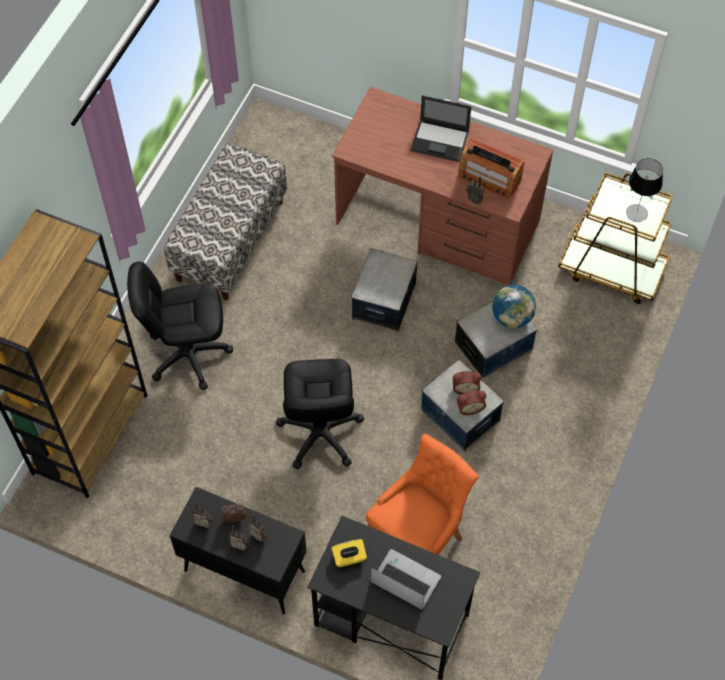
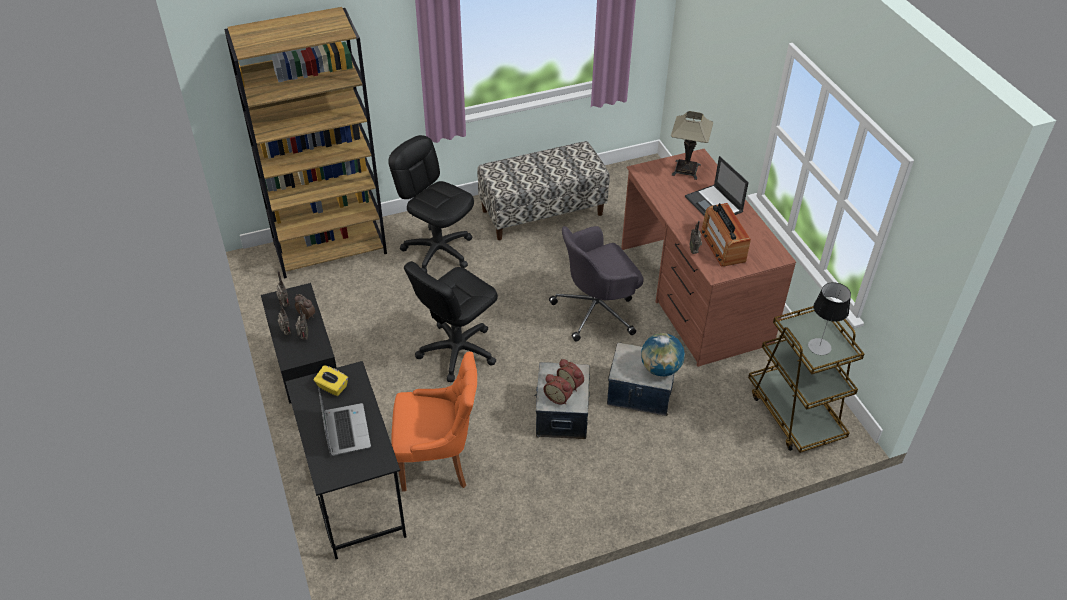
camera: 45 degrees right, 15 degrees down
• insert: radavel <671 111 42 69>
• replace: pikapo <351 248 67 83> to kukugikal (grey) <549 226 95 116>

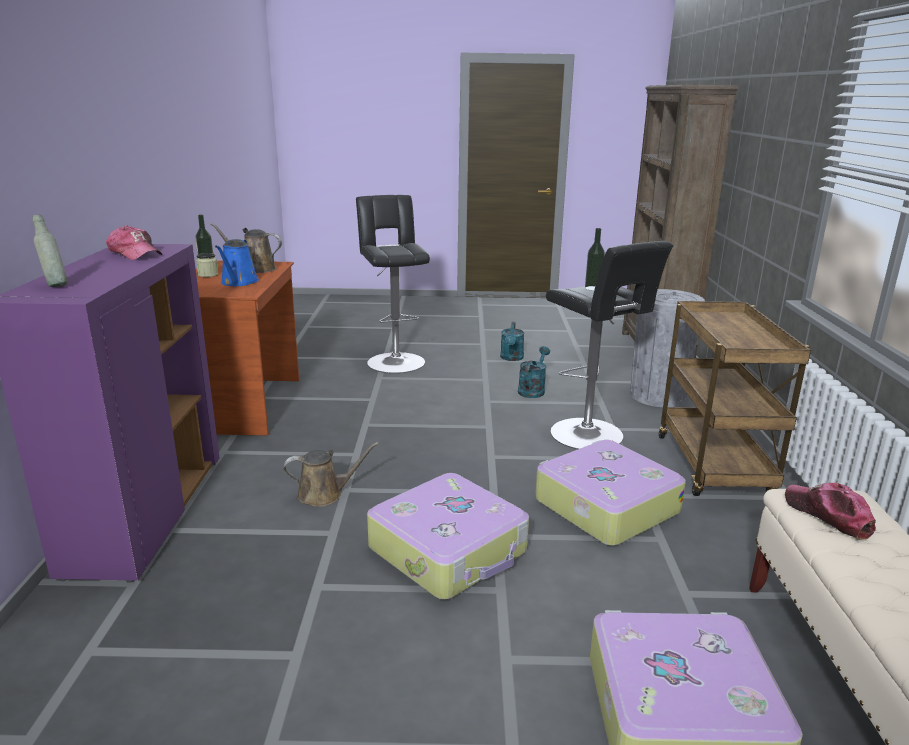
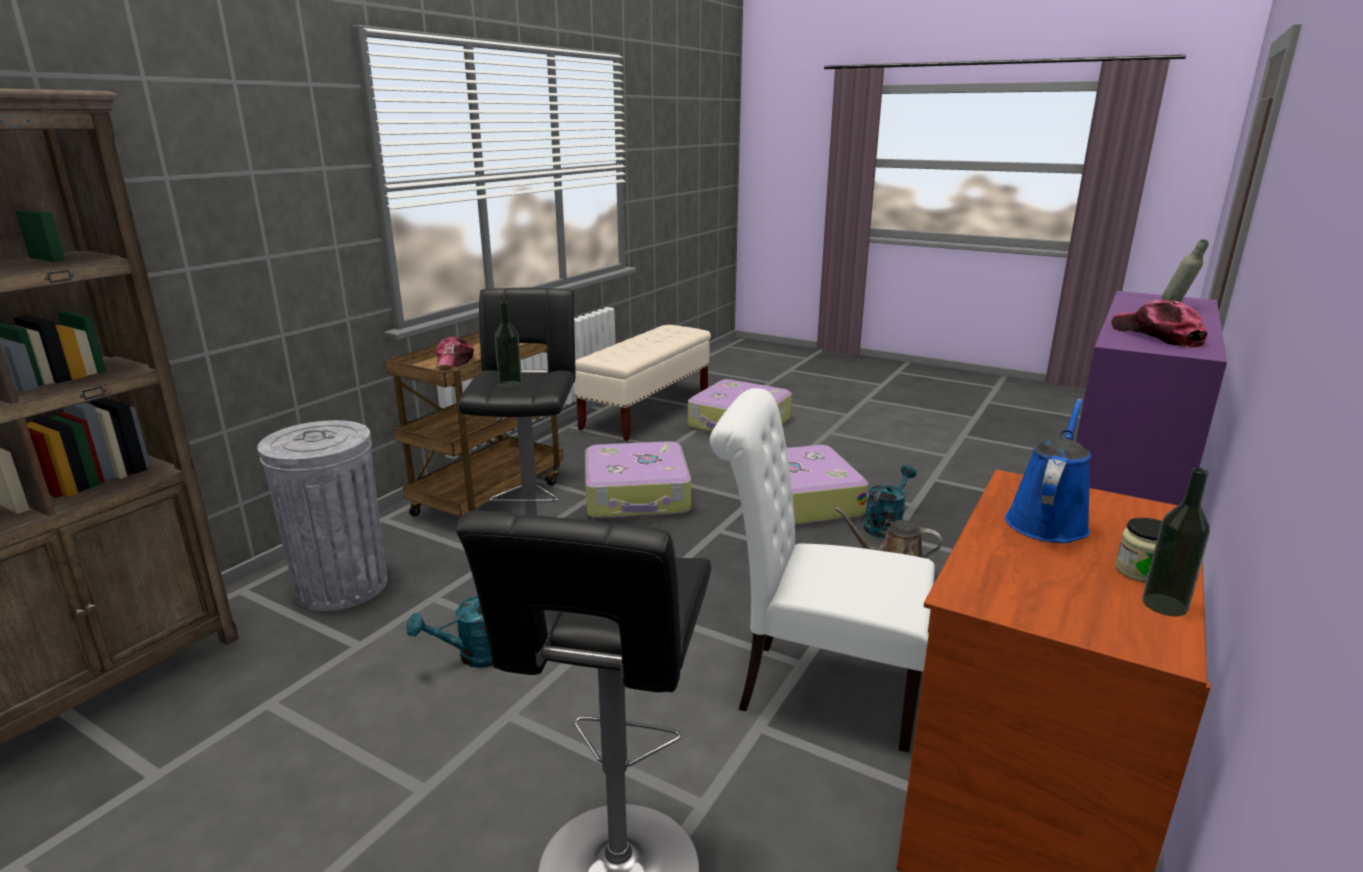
camera: 150 degrees left, 0 degrees up
• delete: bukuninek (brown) <210 223 72 50>
• insert: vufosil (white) <710 388 225 365>
• move: bukuninek (turquoise) <500 322 24 39> to <864 465 53 73>
• move: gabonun <785 483 91 56> to <436 336 38 32>

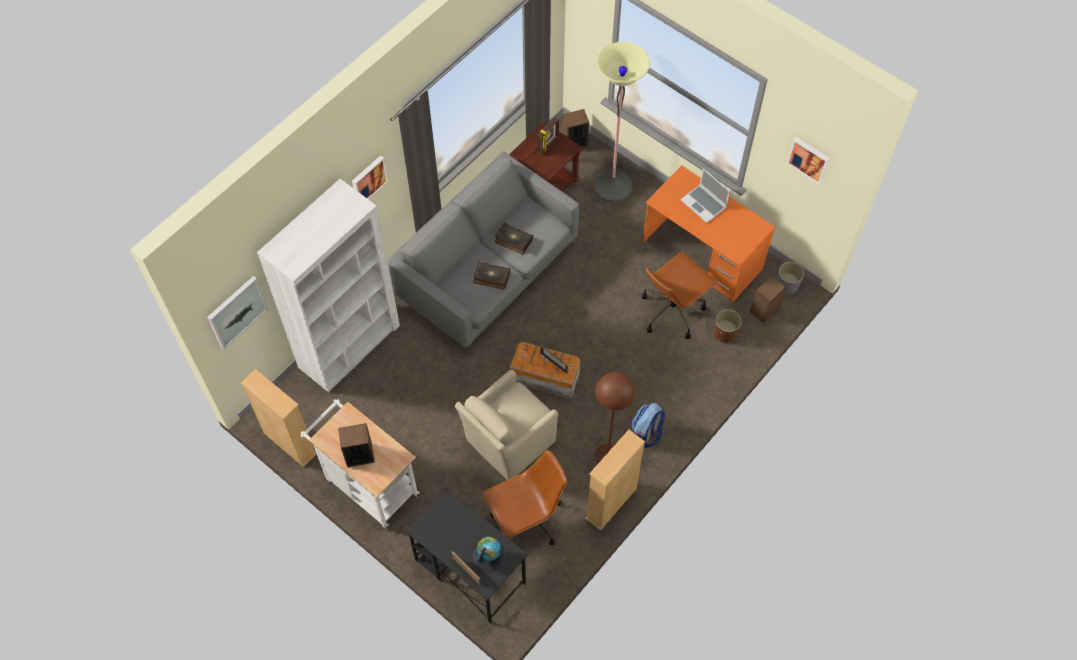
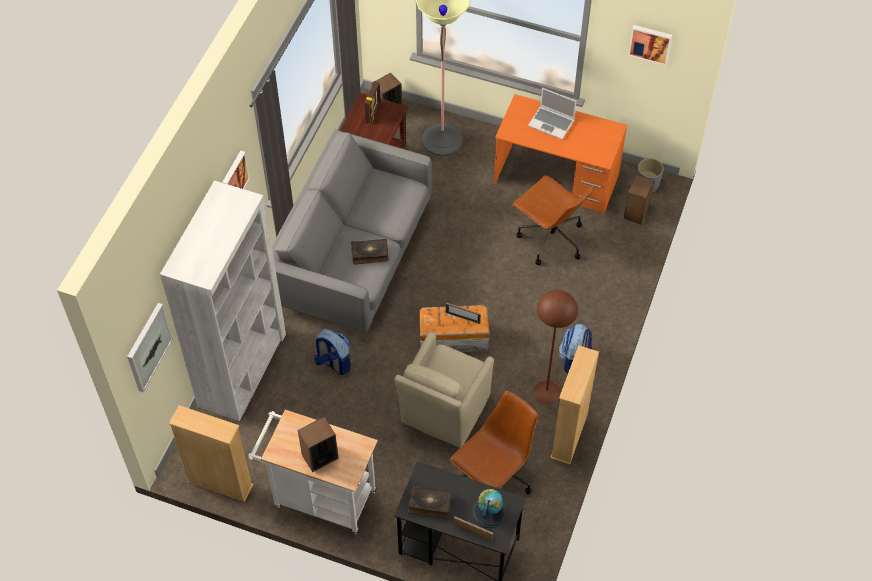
camera: 20 degrees left, 5 degrees down
• delete: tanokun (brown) <714 309 27 34>
• insert: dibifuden <314 329 37 46>
• move: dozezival <495 222 38 33> to <408 486 44 32>
• rotate: kukugikal (brown) <642 251 76 88> = <512 175 83 90> 75 degrees counterclockwise

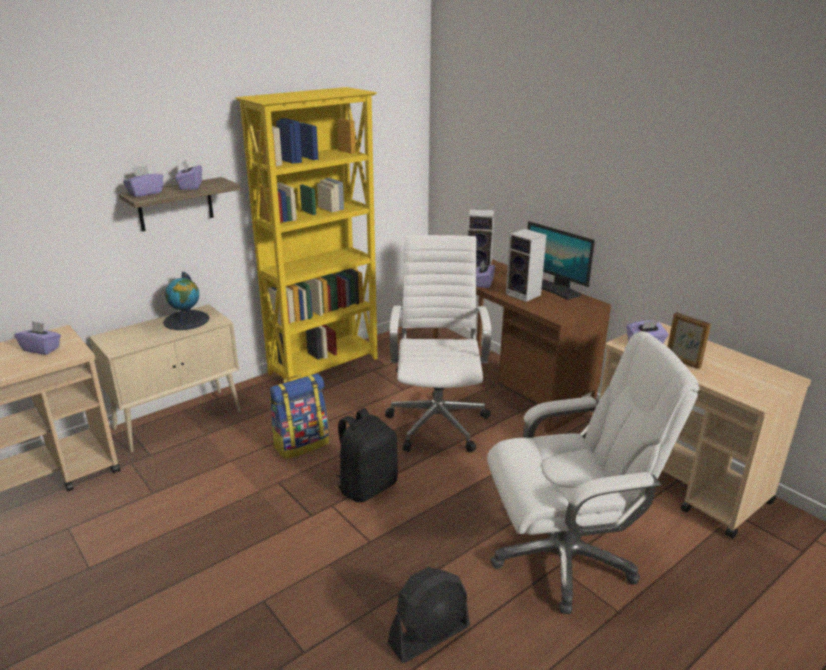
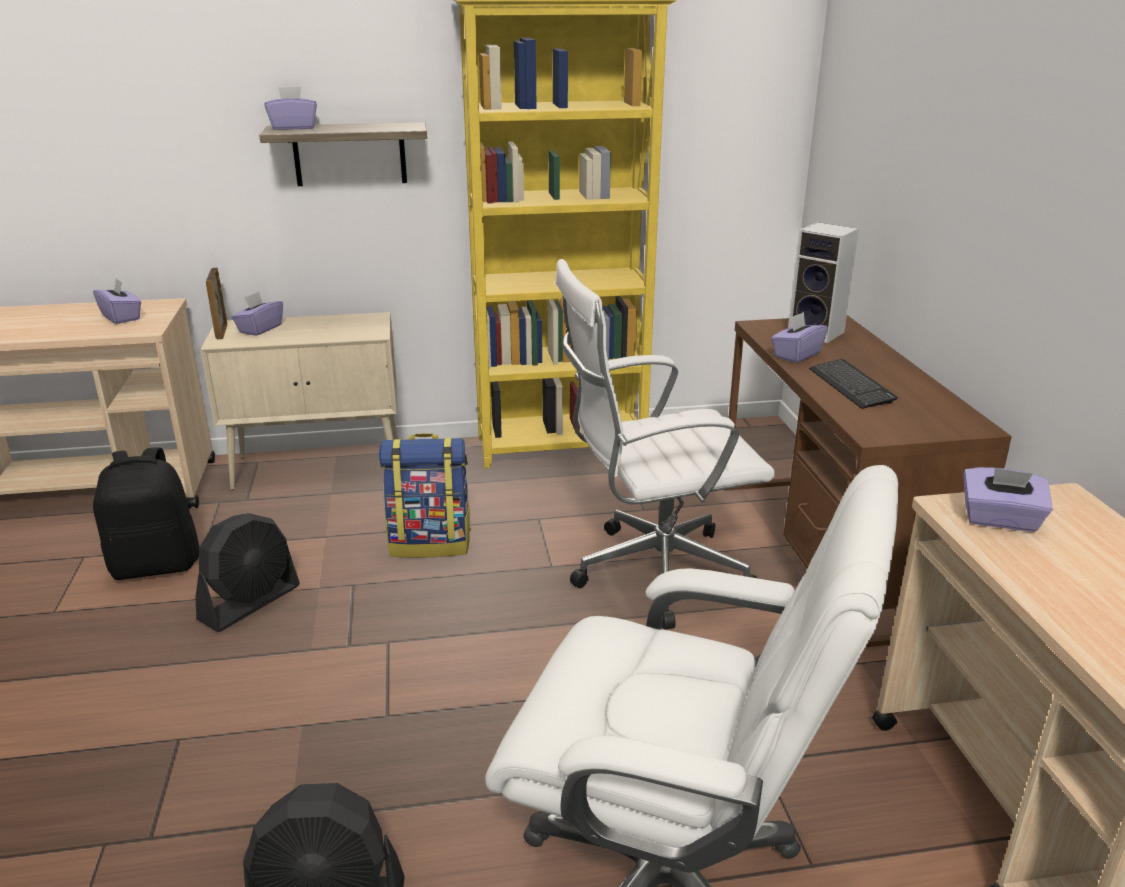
camera: 30 degrees right, 0 degrees up
• delete: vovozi <163 272 46 58>
• delete: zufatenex <527 221 68 79>
• insert: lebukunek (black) <196 513 104 119>
• move: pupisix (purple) <175 159 27 31> to <232 292 51 44>
• move: dibifuden (black) <336 408 62 94> to <93 447 107 133>
• move: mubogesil <667 312 44 57> to <206 268 22 71>
• replace: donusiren <506 229 40 73> to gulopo <809 359 89 50>
• rotate: kukugikal (white) <385 235 106 217> = <555 259 220 370> 135 degrees counterclockwise

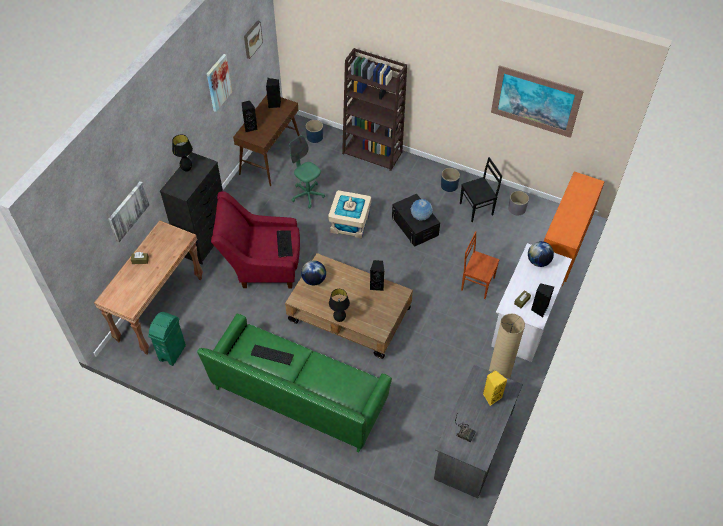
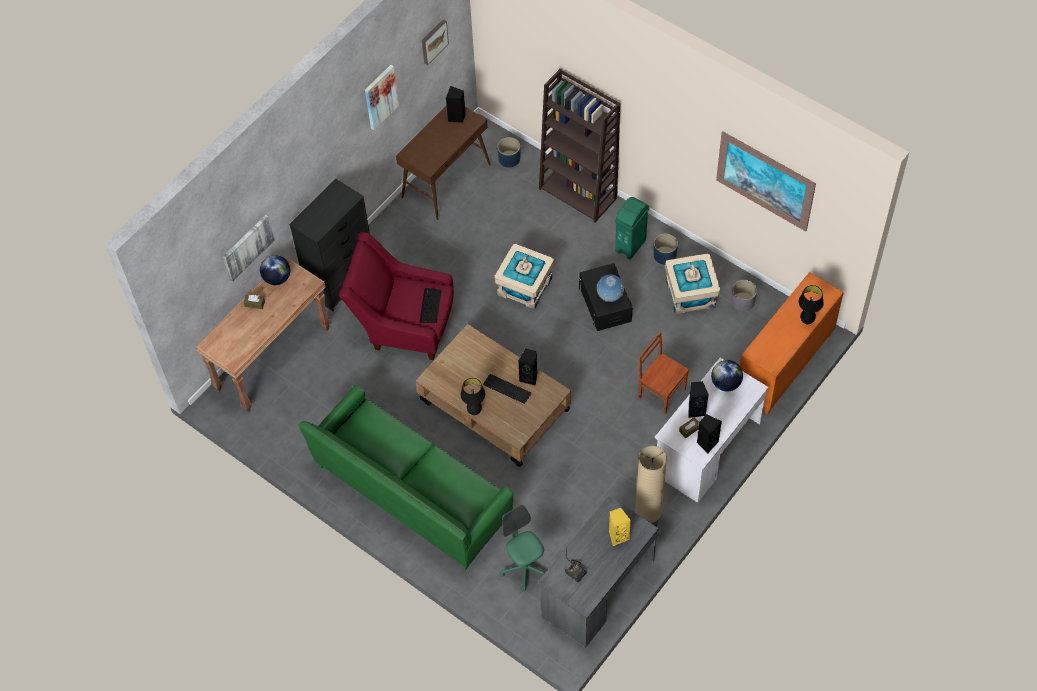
camera: 15 degrees right, 5 degrees up
• move: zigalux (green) <148 312 38 54> to <615 197 35 63>
• move: radavel (black) <172 135 21 37> to <798 285 26 40>
• move: donusiren (black) <242 101 16 31> to <688 381 21 37>
• move: gulopo <251 345 43 20> to <483 374 48 30>
• move: kukugikal (green) <289 135 36 74> to <500 505 46 87>
• move: vovozi <301 260 25 25> to <260 255 30 30>
• replace: vufosil (black) <460 157 42 65> to pikapo (beige) <665 253 55 62>

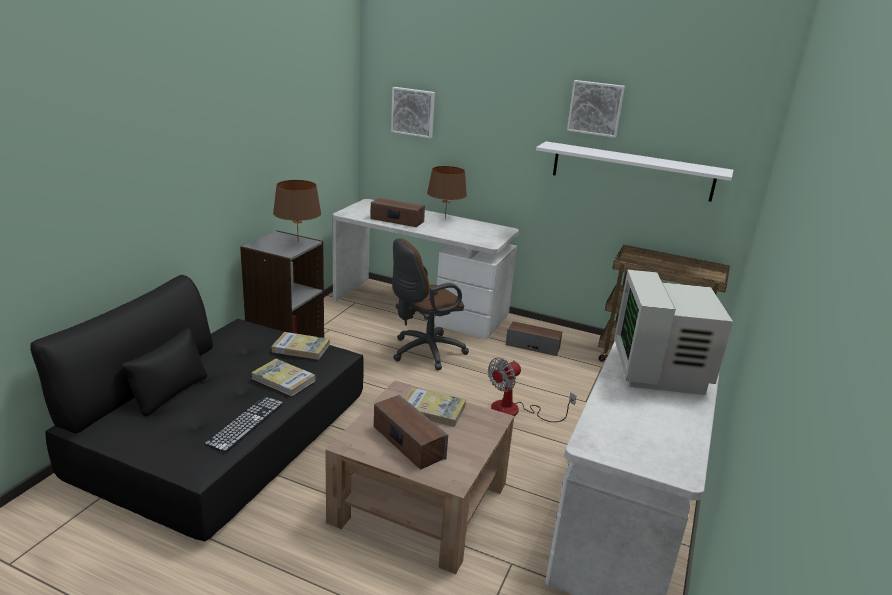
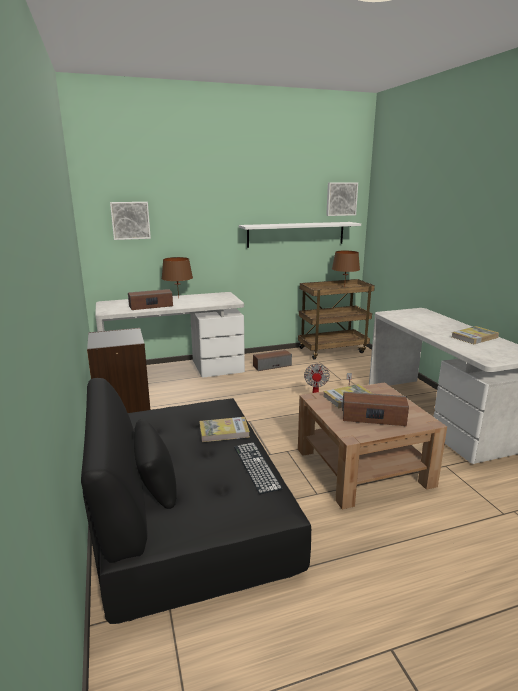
camera: 40 degrees left, 5 degrees down
• delete: kukugikal (brown) <392 238 77 132>
• delete: zufatenex <614 270 119 125>
• move: dozezival <272 332 58 28> to <452 326 47 18>
• move: radavel (brown) <273 180 48 62> to <332 251 28 36>
• move: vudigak <567 80 58 58> to <326 182 32 34>

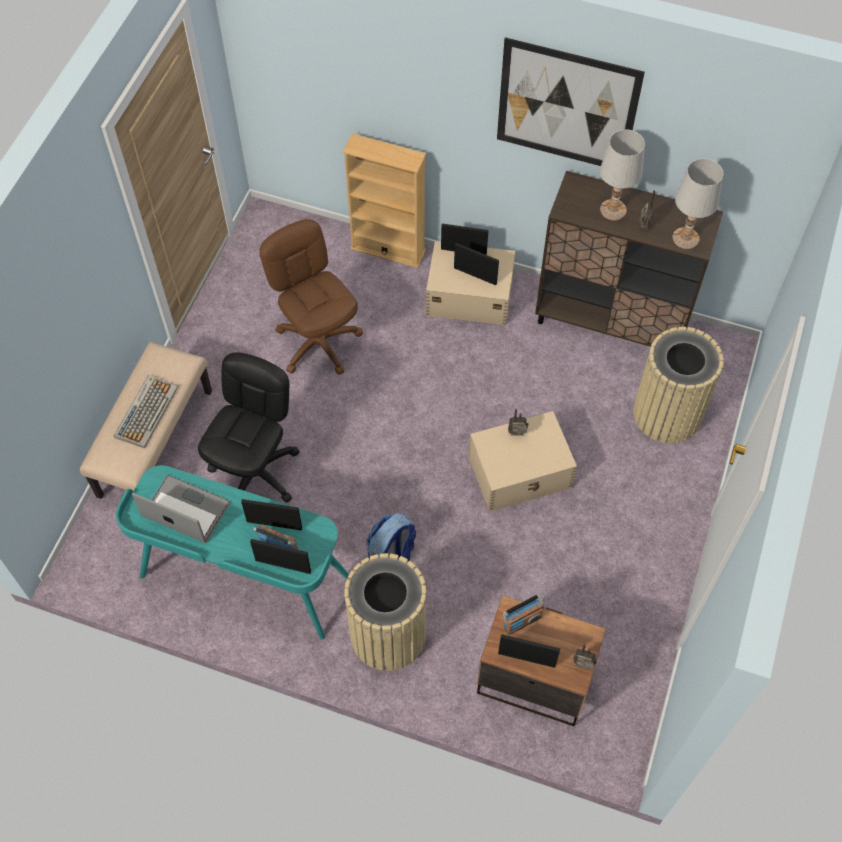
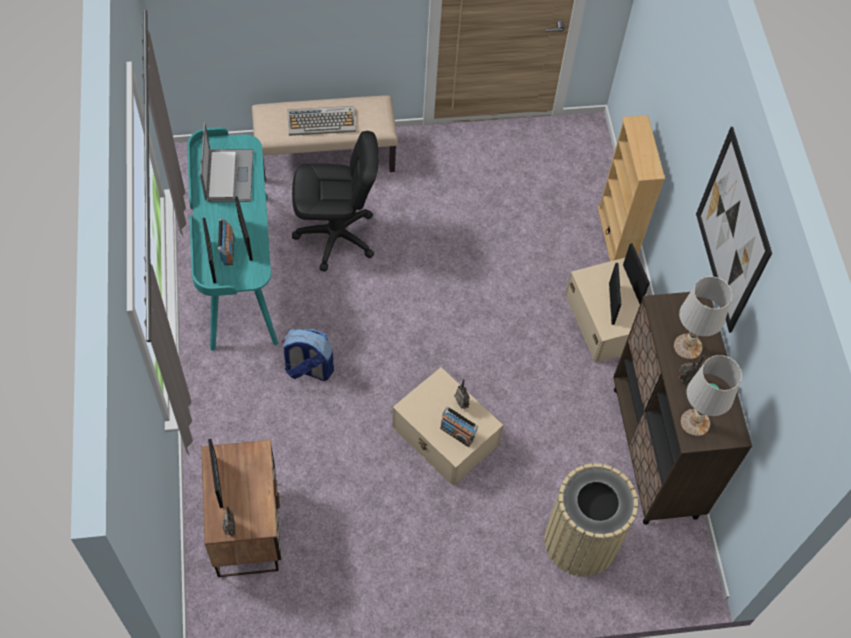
camera: 60 degrees right, 0 degrees up
• delete: kukugikal (brown) <259 219 104 156>
• delete: zigalux (beige) <344 553 83 118>
• move: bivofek <503 594 41 41> to <440 406 38 41>

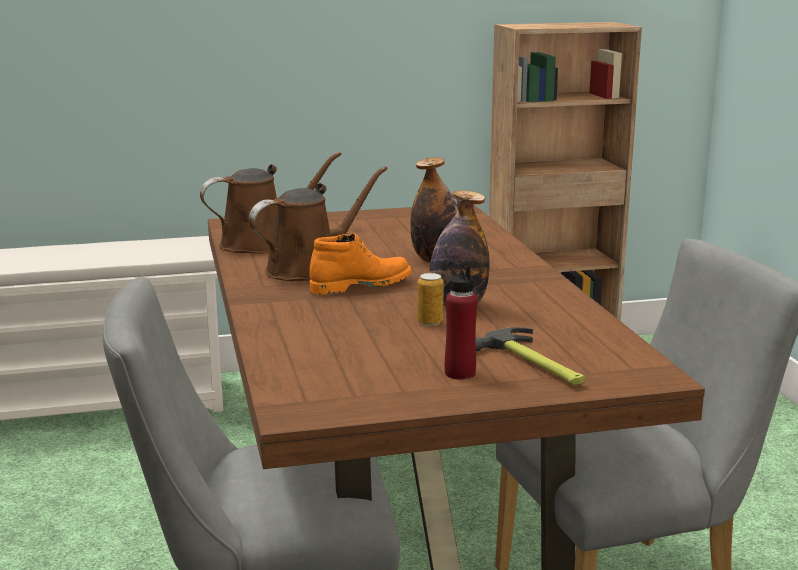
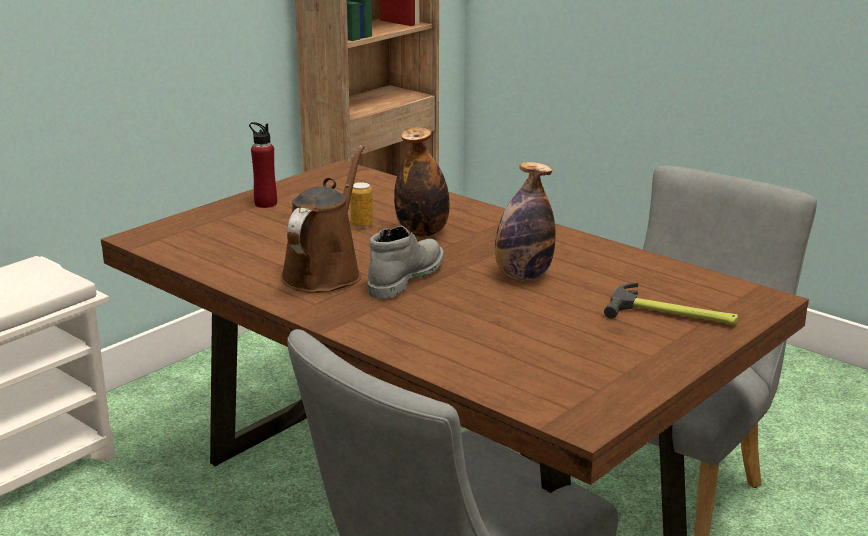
camera: 35 degrees left, 5 degrees up
• delete: bukuninek (brown) <200 152 142 102>
• move: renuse <417 273 27 53> to <350 182 23 46>
• move: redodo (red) <445 261 33 119> to <249 122 28 86>
• recolor: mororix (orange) <309 233 102 62> to mororix (grey) <368 226 76 73>

